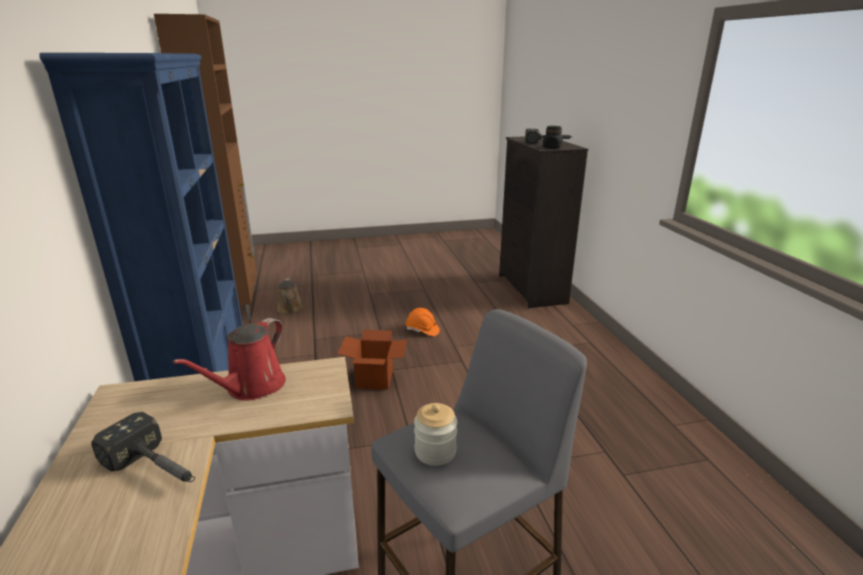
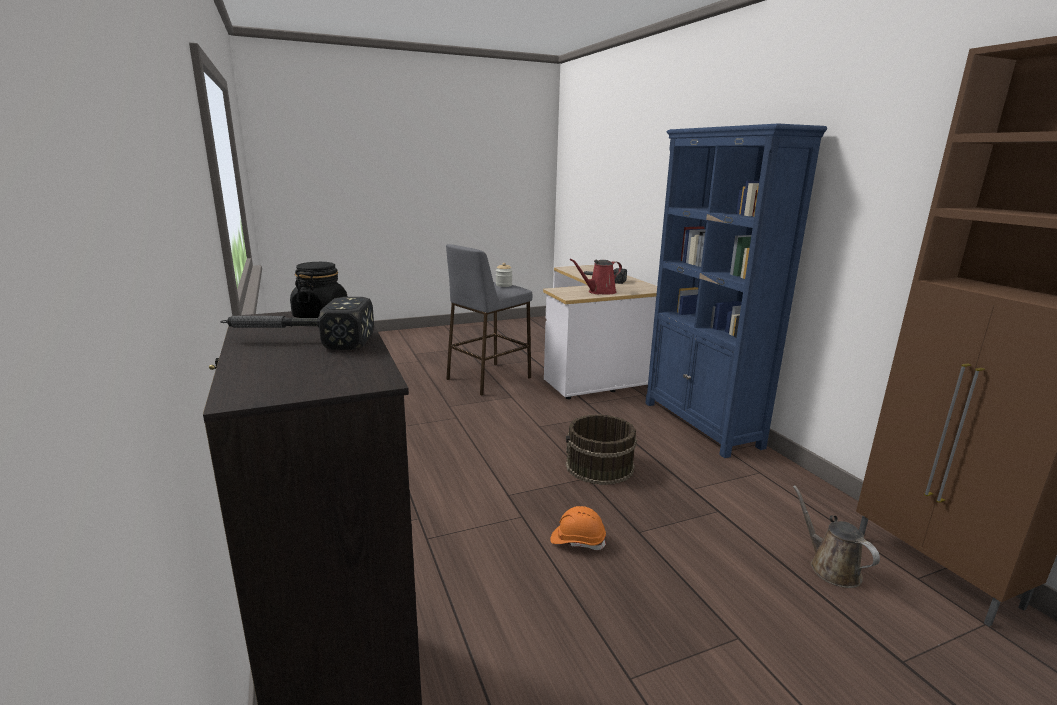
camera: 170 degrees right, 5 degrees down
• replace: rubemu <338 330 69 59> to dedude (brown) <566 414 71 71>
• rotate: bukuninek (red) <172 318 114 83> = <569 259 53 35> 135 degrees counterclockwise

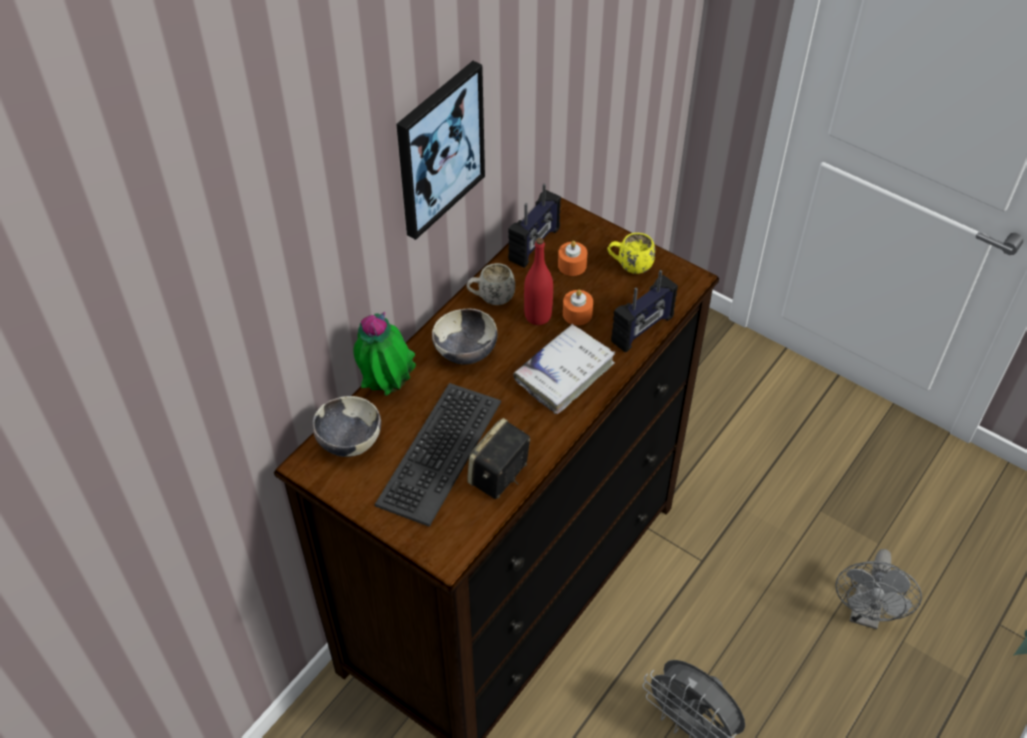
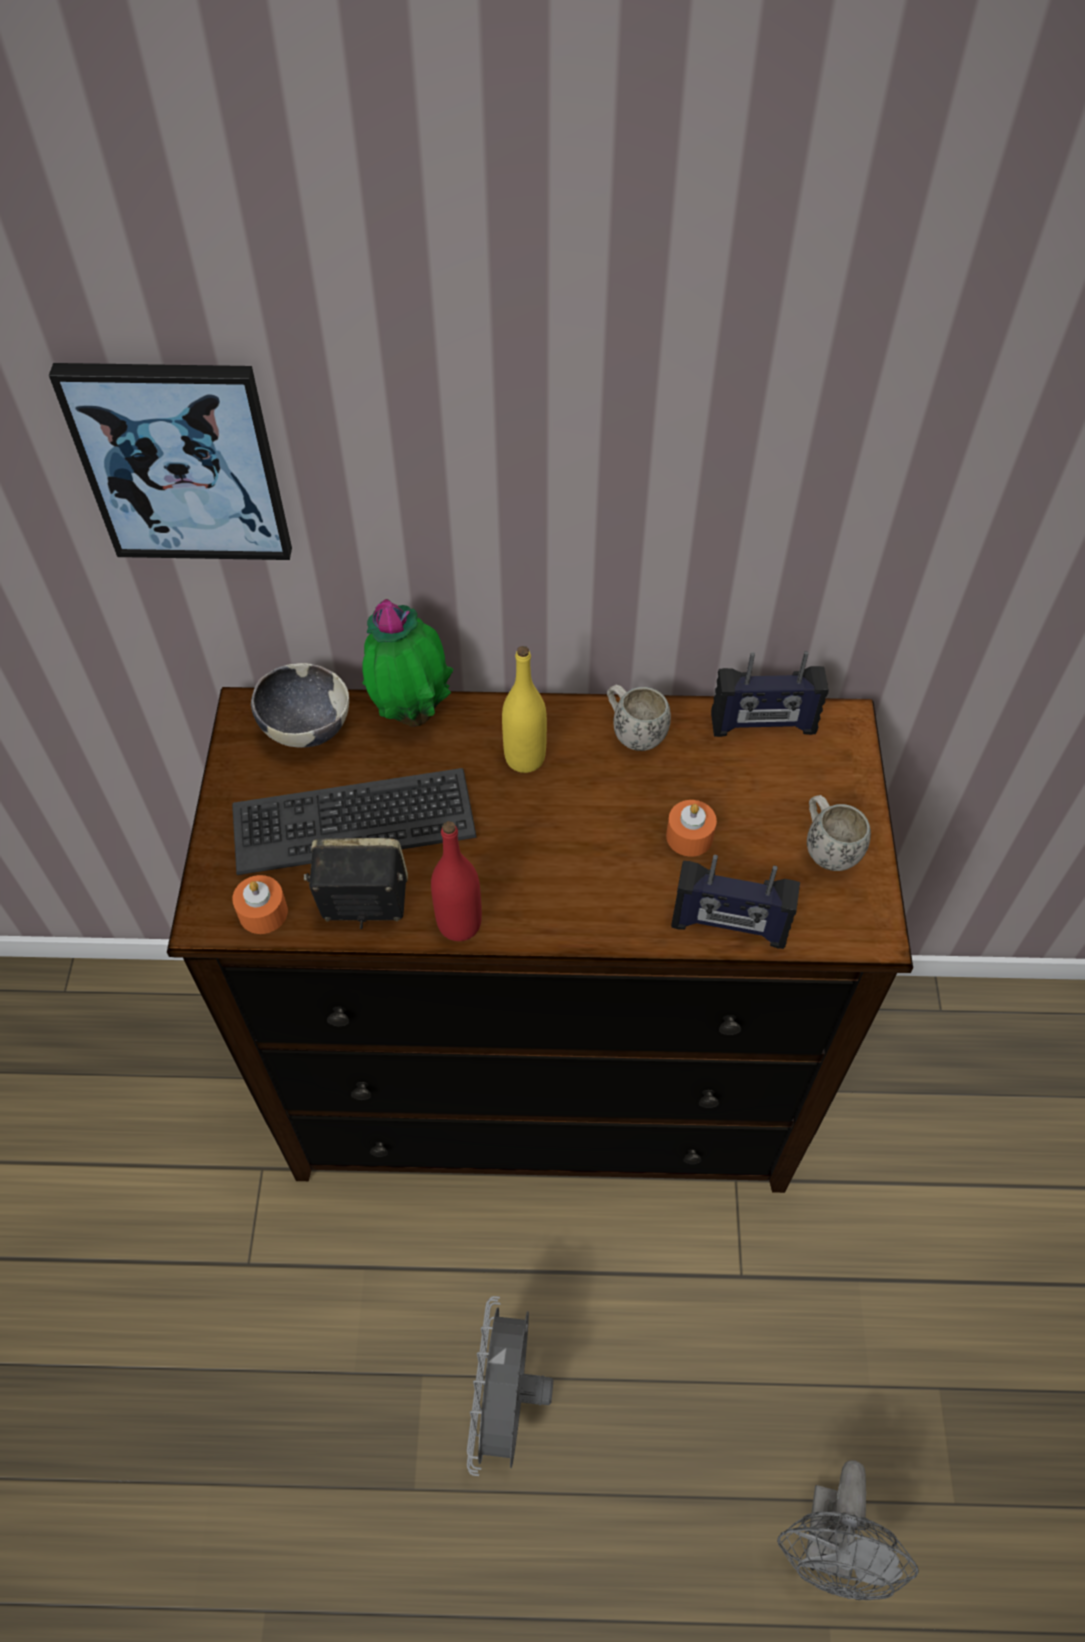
camera: 55 degrees right, 5 degrees up
• delete: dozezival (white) <513 323 102 91>
• move: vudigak <396 61 89 179> to <49 363 243 197>
• move: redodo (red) <524 238 29 87> to <431 821 51 120>
• move: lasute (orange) <558 241 29 35> to <232 875 56 59>
• replace: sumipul <432 308 65 57> to redodo (yellow) <502 646 45 127>
• recolor: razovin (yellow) <607 233 48 41> to razovin (white) <807 795 64 76>
• rotate: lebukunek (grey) <836 549 86 80> = <777 1460 142 140> 60 degrees counterclockwise

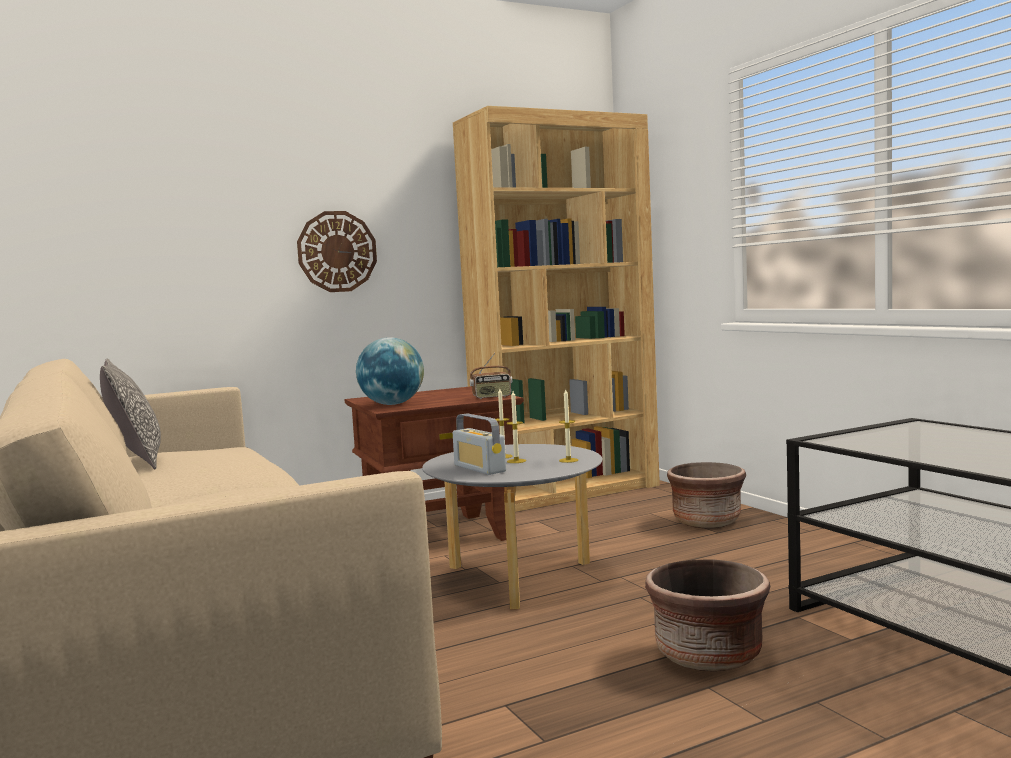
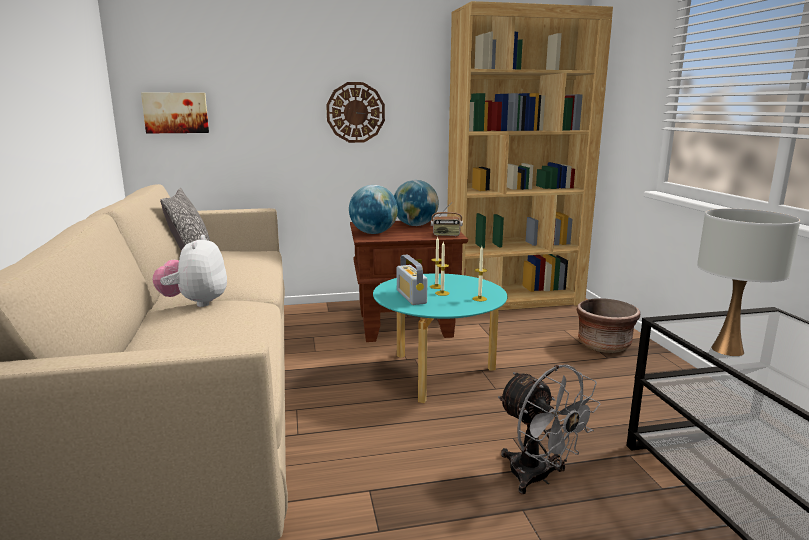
camera: 15 degrees right, 10 degrees up
• insert: vudigak <141 93 68 40>
• insert: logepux <152 235 75 72>
• insert: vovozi <394 180 45 46>
• insert: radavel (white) <697 209 103 147>
• replace: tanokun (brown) <645 559 125 112> to lebukunek (grey) <498 365 103 129>
• recolor: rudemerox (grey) <422 444 180 166> to rudemerox (turquoise) <373 273 134 130>

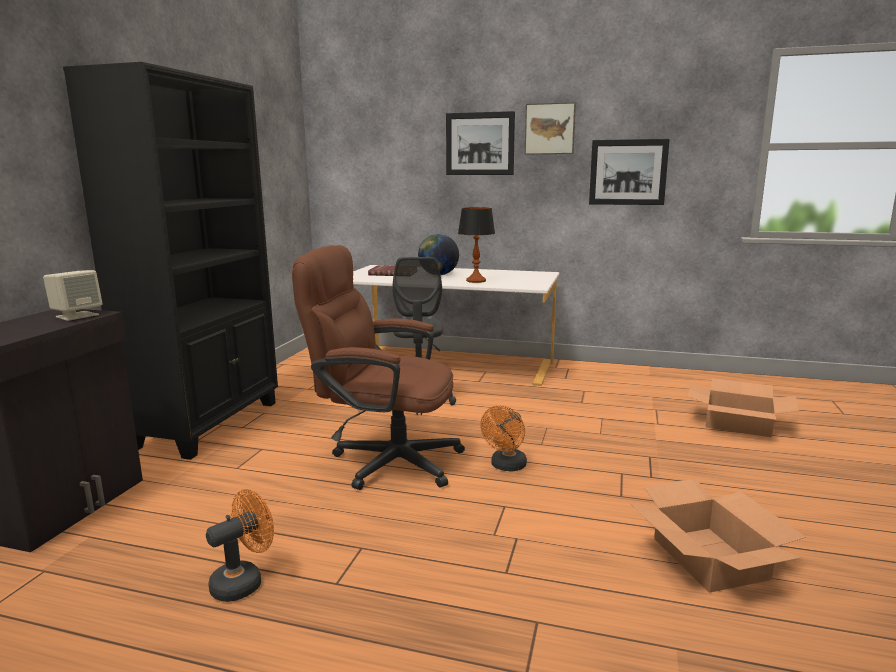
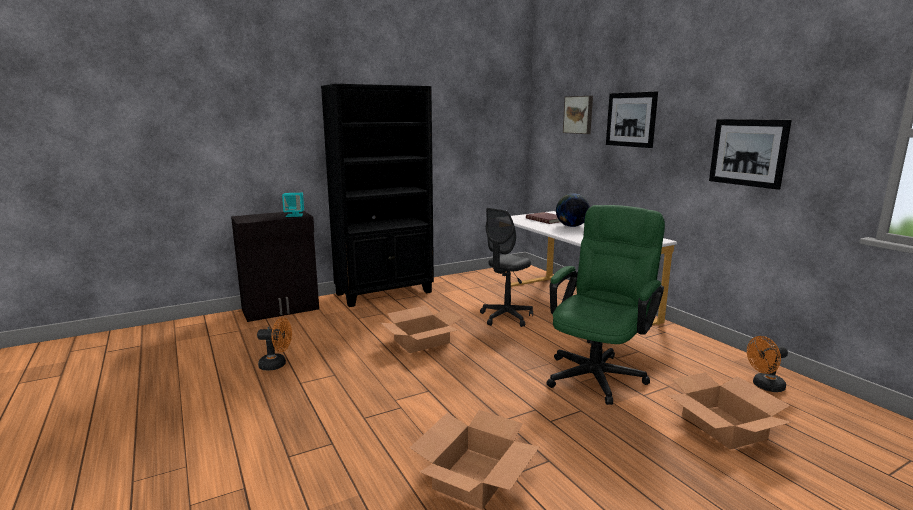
camera: 45 degrees right, 0 degrees up
• delete: radavel <458 207 37 76>
• insert: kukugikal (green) <547 205 118 200>
• move: lebukunek (orange) <480 405 47 67> to <747 336 41 56>
• move: vudigak <525 102 51 52> to <563 96 30 38>
• replace: kukugikal (brown) <292 245 173 245> to rubemu <381 306 81 47>
• recolor: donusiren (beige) <43 270 59 51> to donusiren (turquoise) <282 193 22 24>

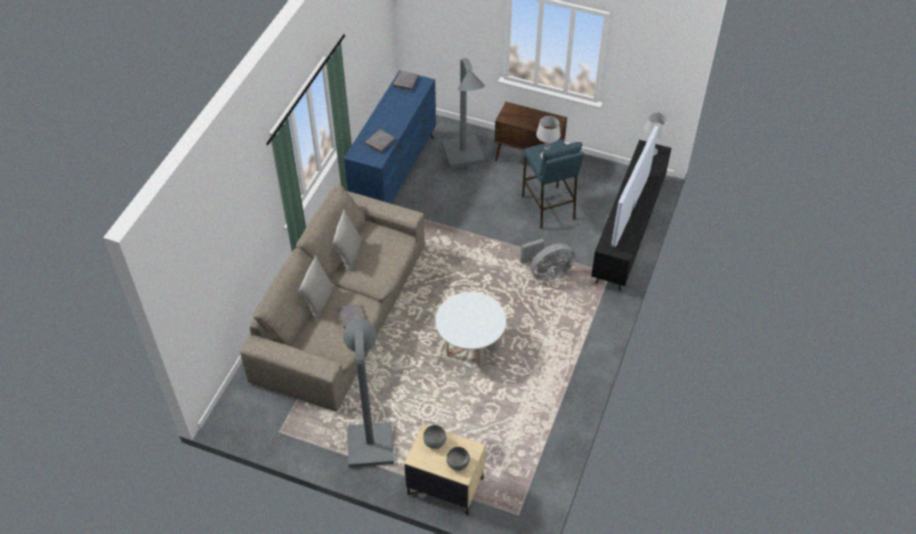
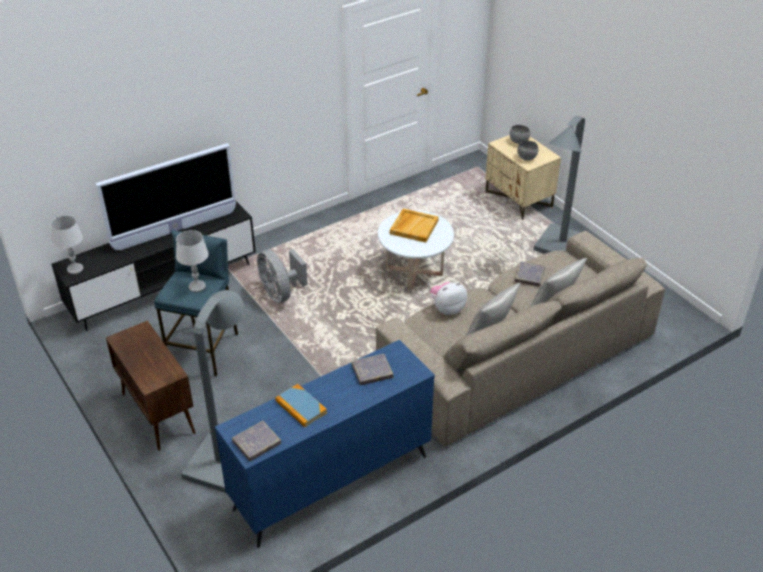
camera: 145 degrees left, 10 degrees down
• insert: dozezival <275 384 52 43>
• insert: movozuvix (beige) <390 209 49 33>
• insert: logepux <430 282 37 33>
• rotate: lebukunek (grey) <520 239 55 42> = <257 249 51 54> 135 degrees counterclockwise

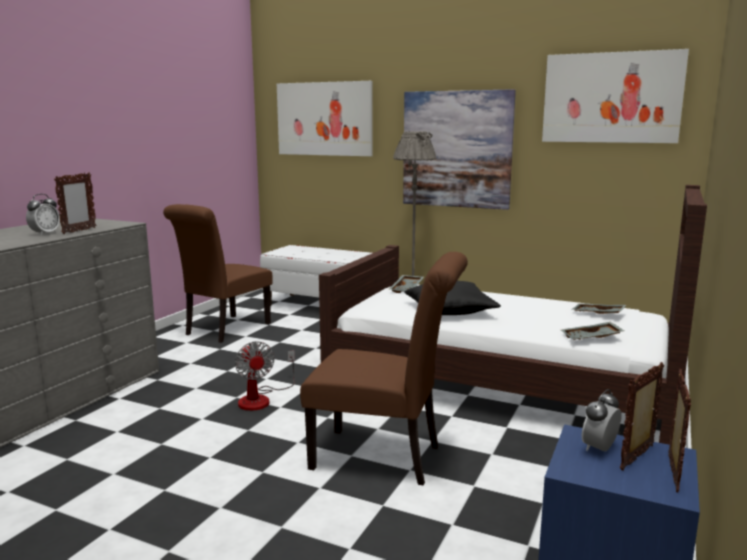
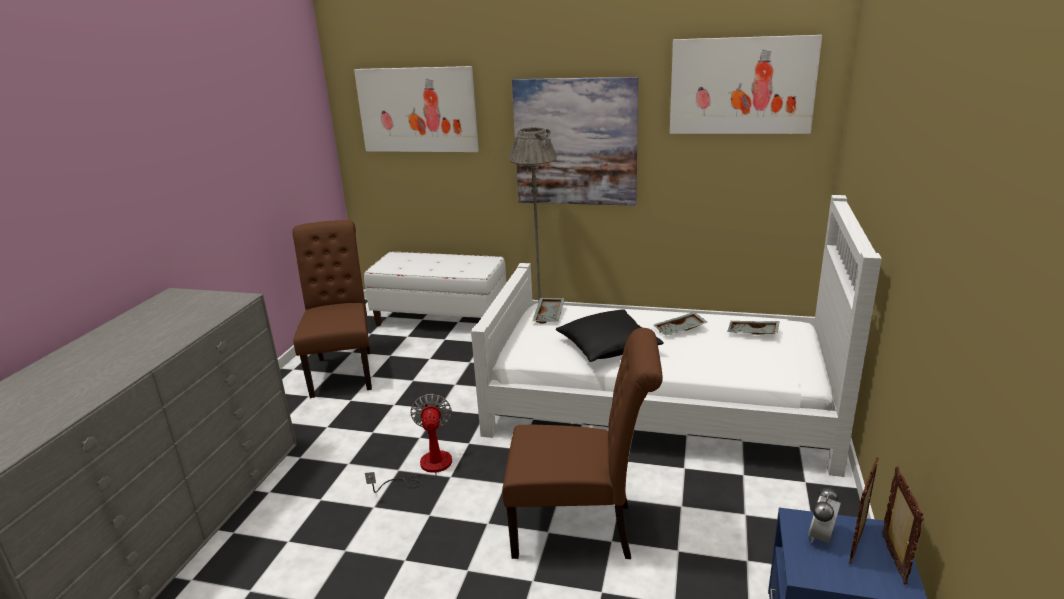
camera: 10 degrees left, 10 degrees up
• delete: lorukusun <26 194 34 42>
• delete: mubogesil <54 172 43 62>
• move: movozuvix (grey) <561 322 64 18> to <654 312 53 24>
• recolor: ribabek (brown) <319 185 388 260> to ribabek (white) <471 195 411 282>
• rotate: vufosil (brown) <163 204 110 139> = <292 220 80 178> 150 degrees clockwise
• rotate: lebukunek <235 341 60 70> = <365 394 87 99> 150 degrees counterclockwise

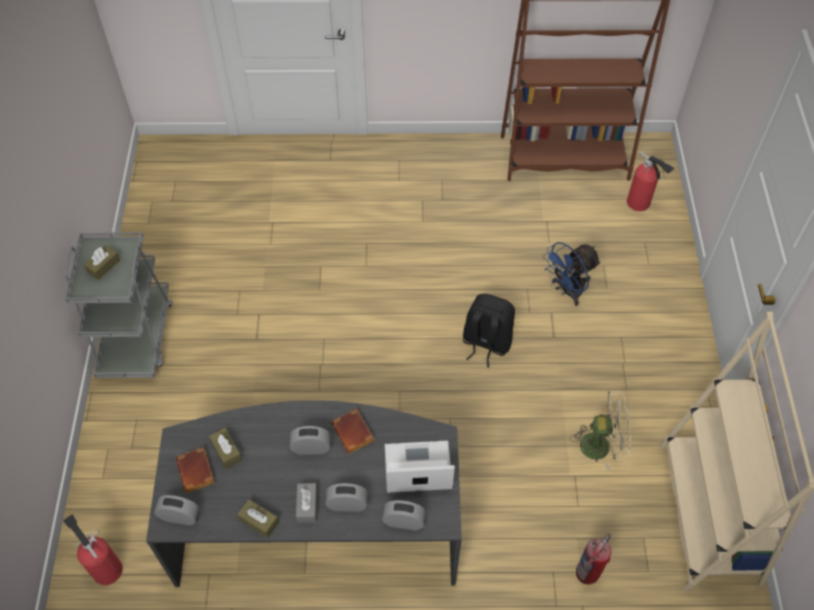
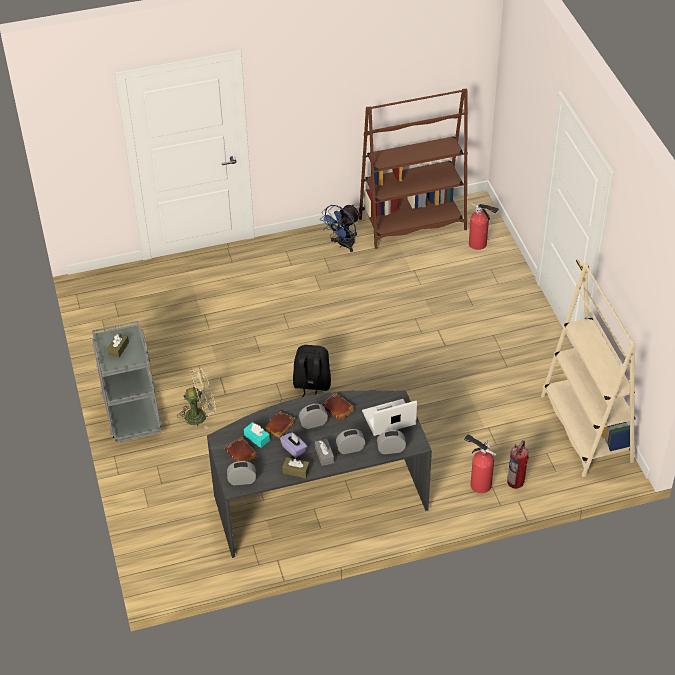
camera: 15 degrees left, 10 degrees down
• insert: dozezival (brown) <263 411 32 27>
• insert: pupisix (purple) <280 432 28 26>
• move: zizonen <63 514 60 71> to <464 434 33 59>
• move: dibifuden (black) <463 294 52 73> to <293 345 38 52>
• move: lebukunek (blue) <543 242 58 64> to <320 205 41 47>
• move: lebukunek (beige) <570 391 61 80> to <177 368 39 62>
• recolor: pupisix (brown) <209 428 33 41> to pupisix (turquoise) <244 422 26 26>

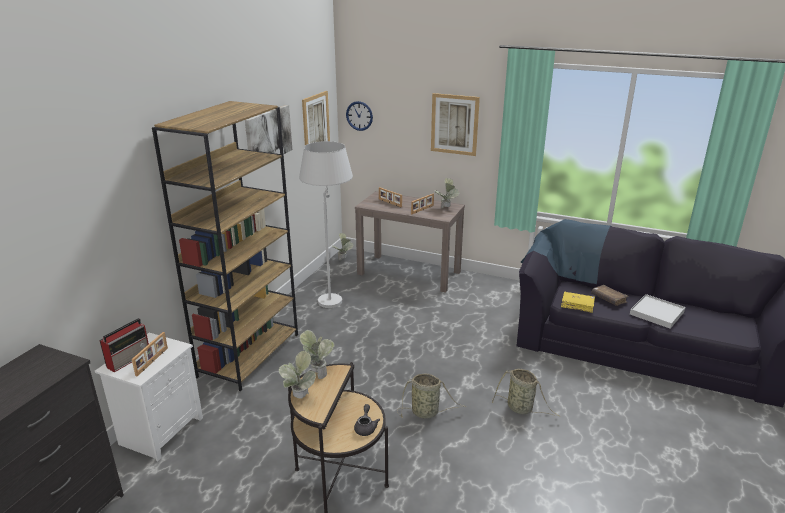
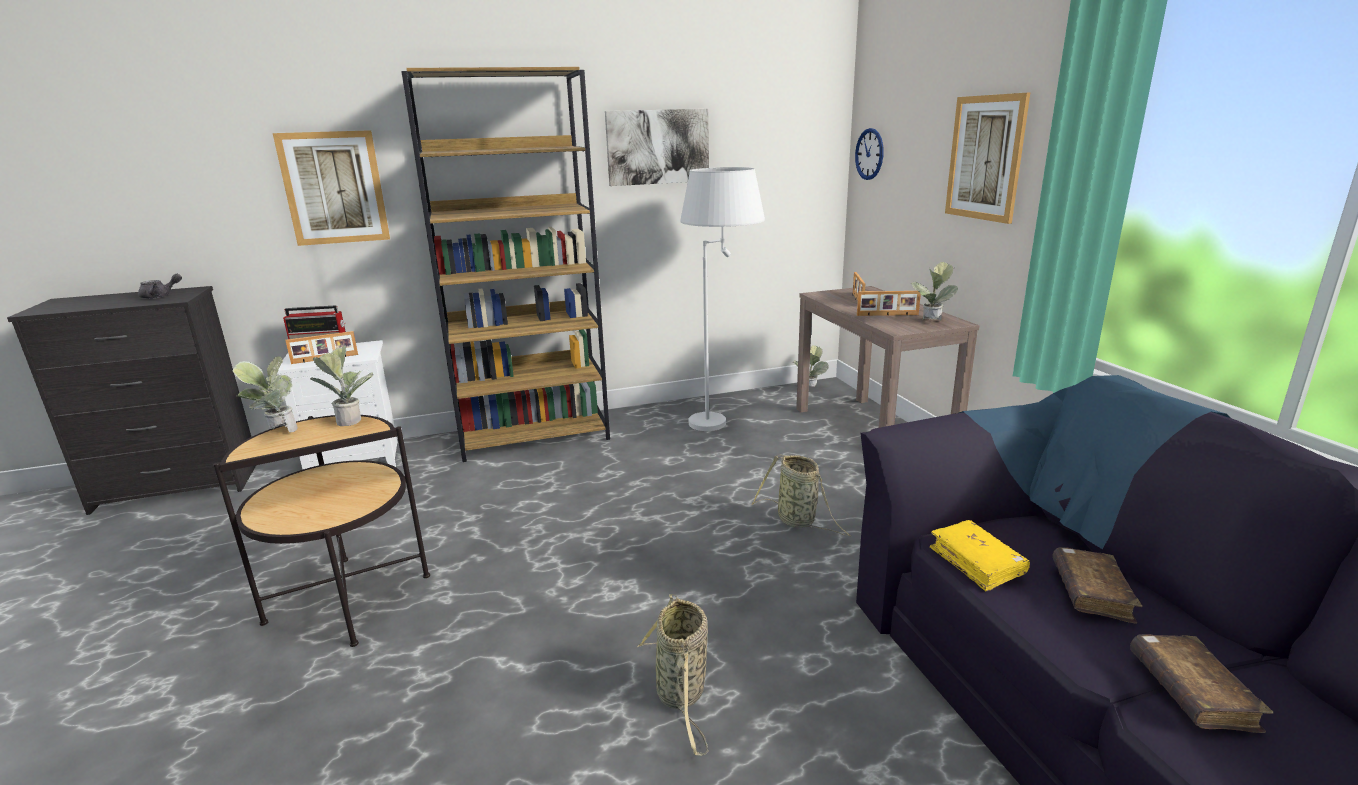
camera: 50 degrees right, 5 degrees down
• move: vudigak <302 91 28 54> to <273 130 117 116>
• move: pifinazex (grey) <354 404 26 32> to <138 274 44 25>
• move: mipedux <397 373 69 46> to <752 454 99 83>
• replace: movozuvix (white) <630 294 55 35> to dozezival (brown) <1130 634 143 99>

